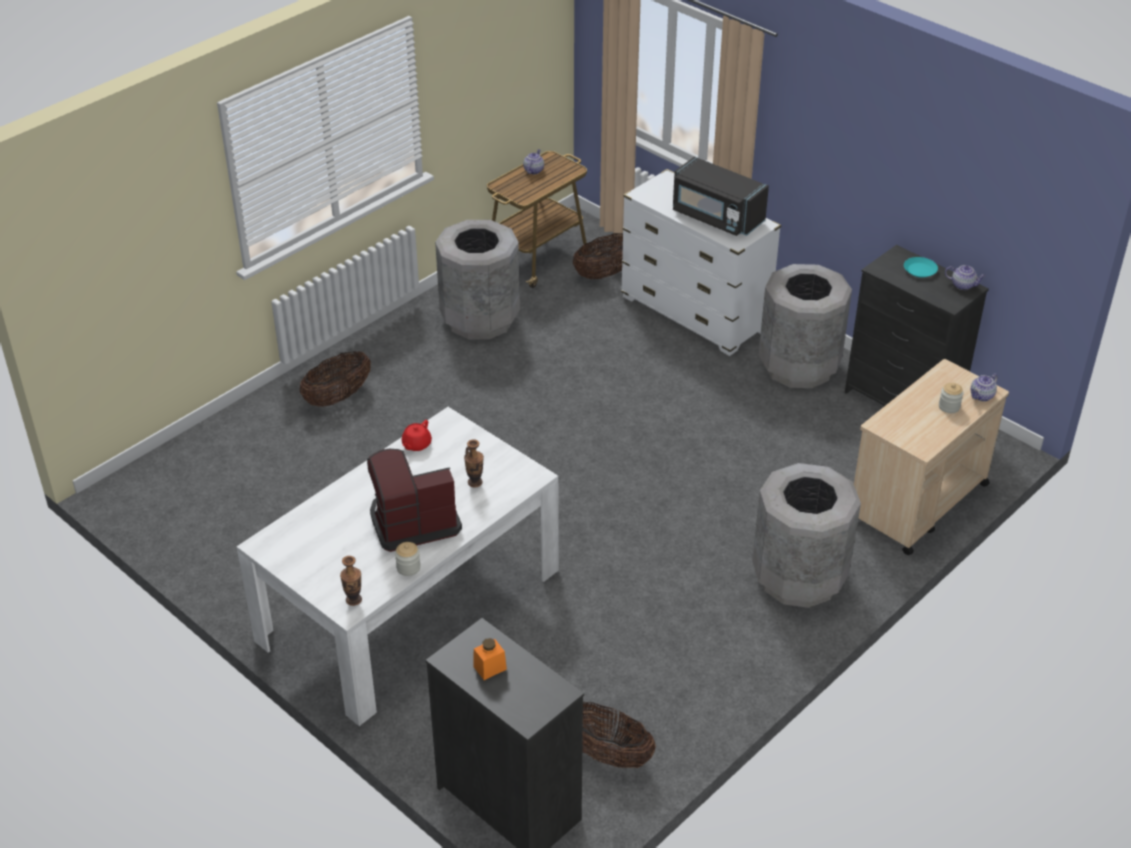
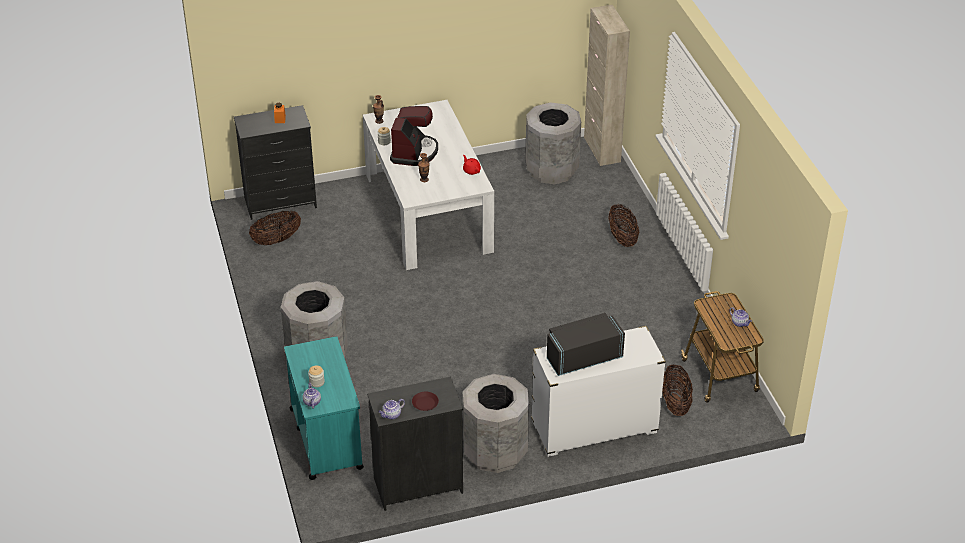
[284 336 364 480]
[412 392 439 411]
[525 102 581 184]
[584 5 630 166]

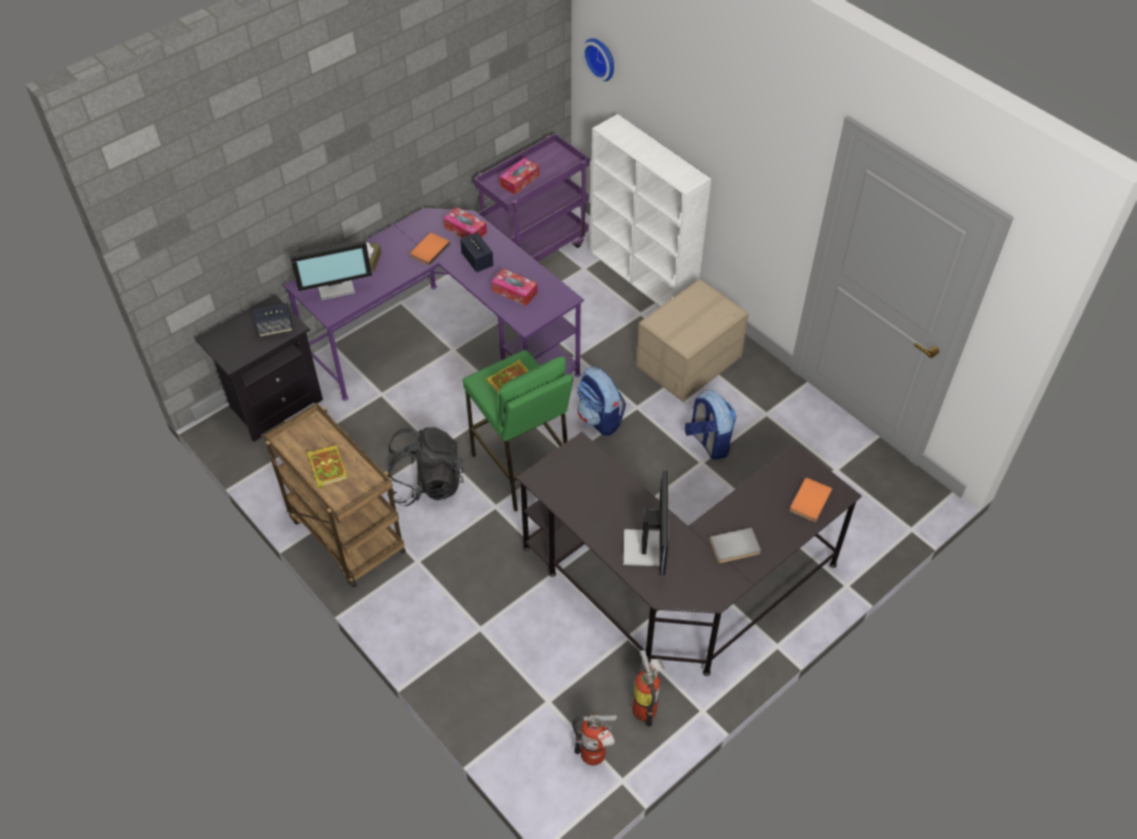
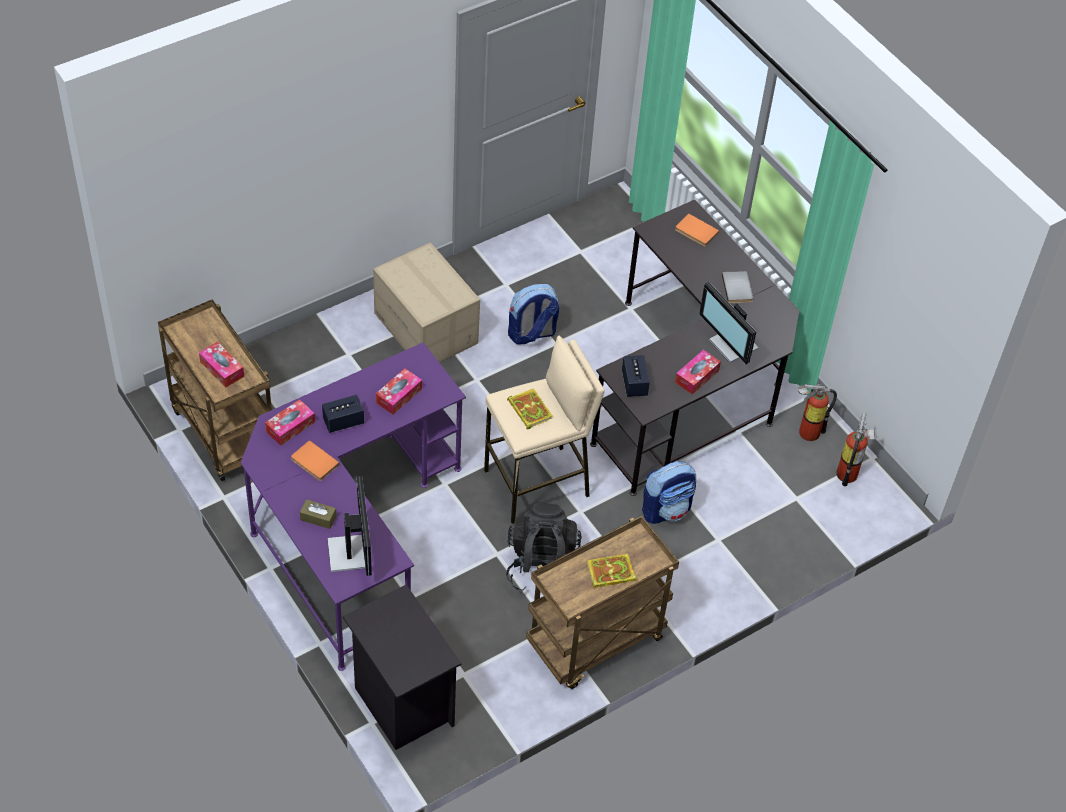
[158 299 272 481]
[484 336 605 524]
[622 355 650 397]
[642 461 696 524]
[675 350 721 394]
[699 282 759 364]
[582 38 614 81] (first image)
[590 114 711 307] (first image)

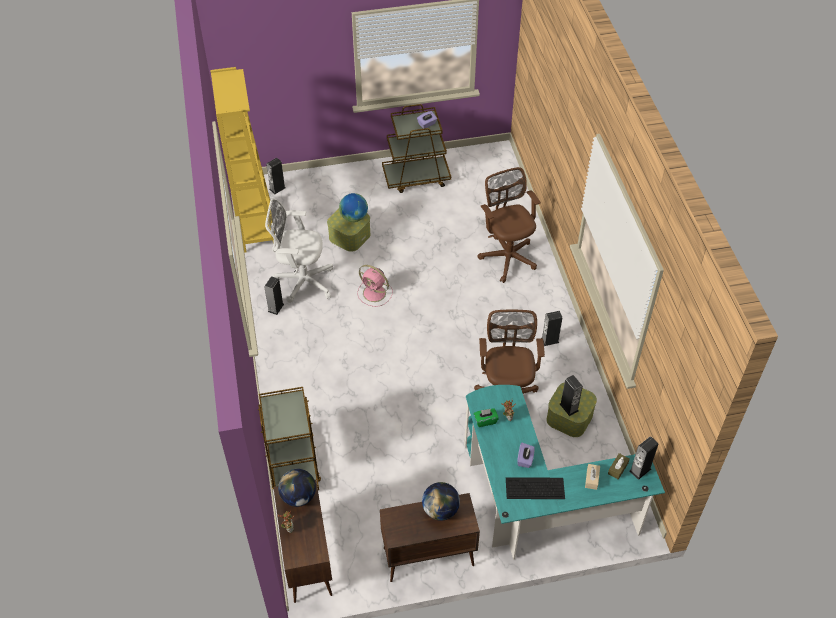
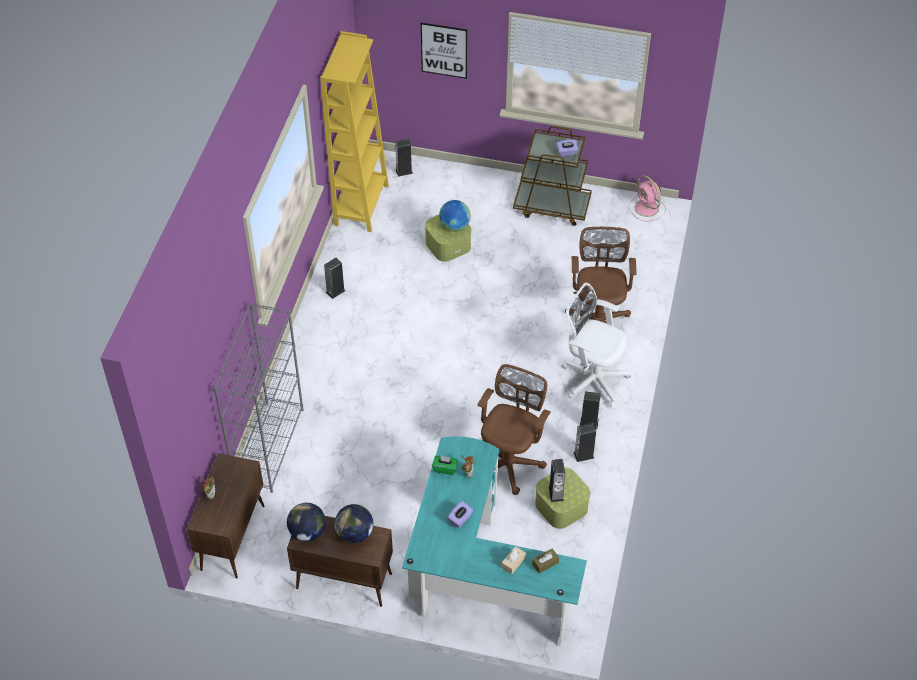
[214 303 304 493]
[287 503 326 542]
[421 23 467 79]
[561 283 633 409]
[574 423 596 462]
[629 175 666 222]
[506 477 565 499] (first image)

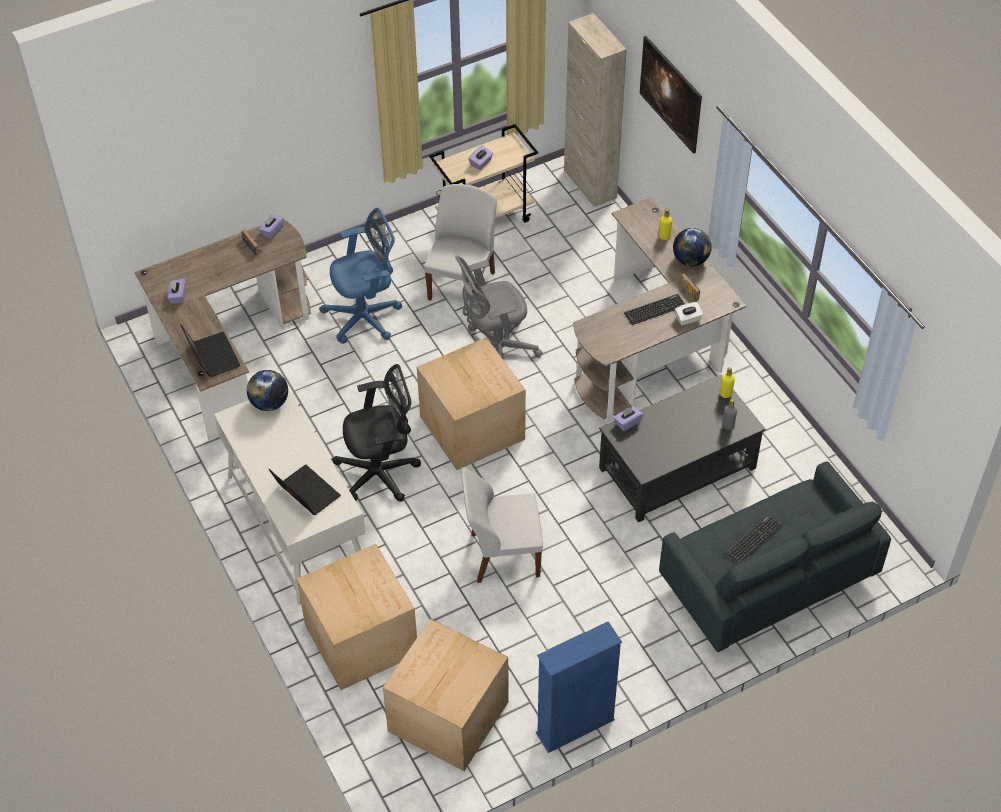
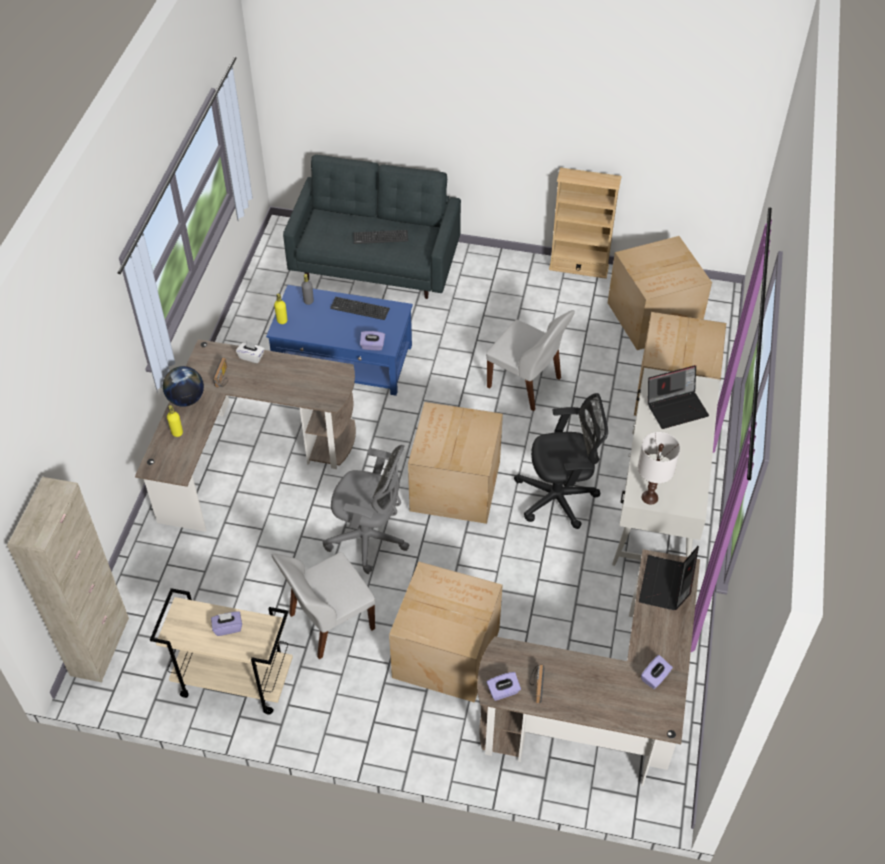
[266 285 413 396]
[330 297 390 320]
[389 561 503 703]
[514 393 608 529]
[549 167 622 279]
[638 432 680 505]
[648 365 709 429]
[640 36 702 154] (first image)

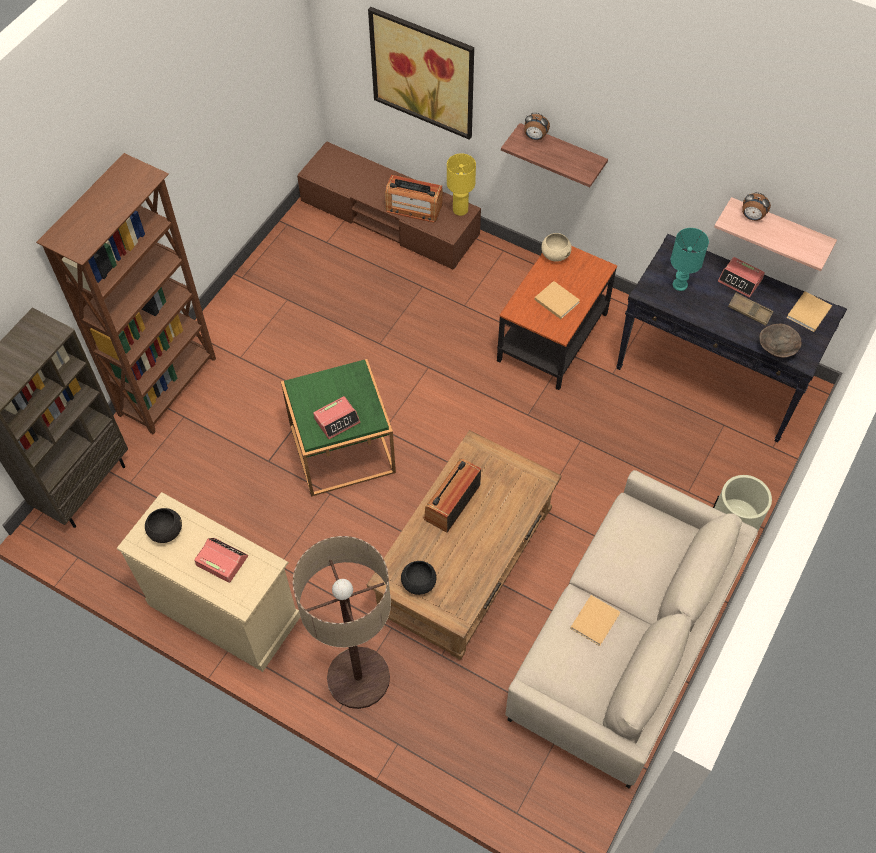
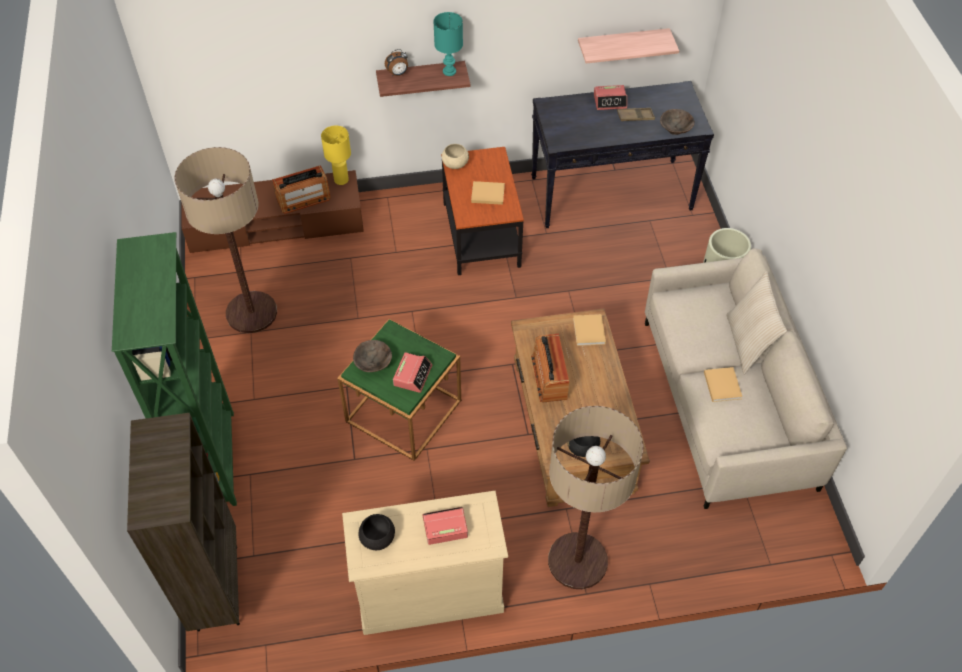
[112 232 237 506]
[175 147 277 333]
[353 340 392 372]
[433 12 463 76]
[573 314 606 346]
[726 271 787 375]
[368 7 474 140] (first image)
[742 192 771 221] (first image)

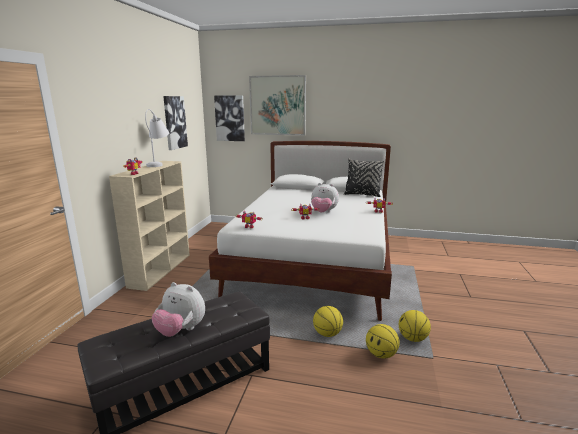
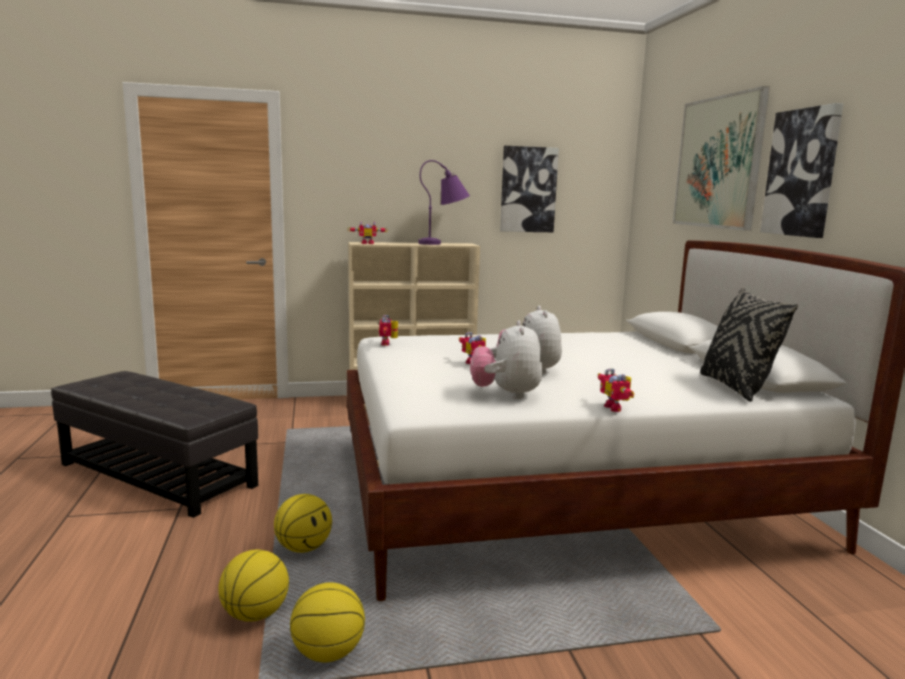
[418 160 470 245]
[470 320 543 399]
[760 103 843 238]

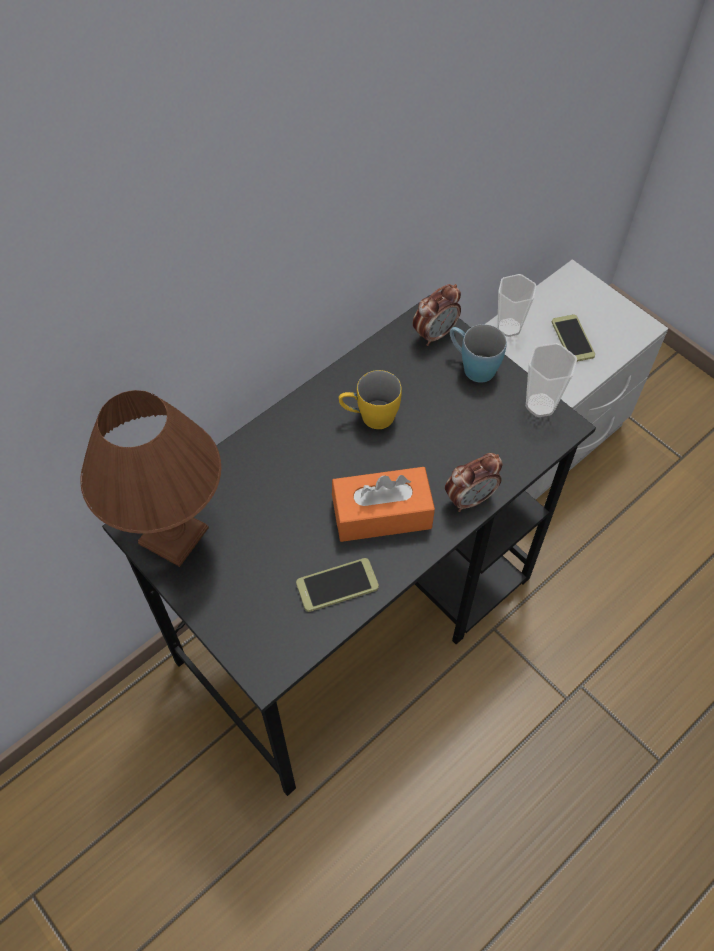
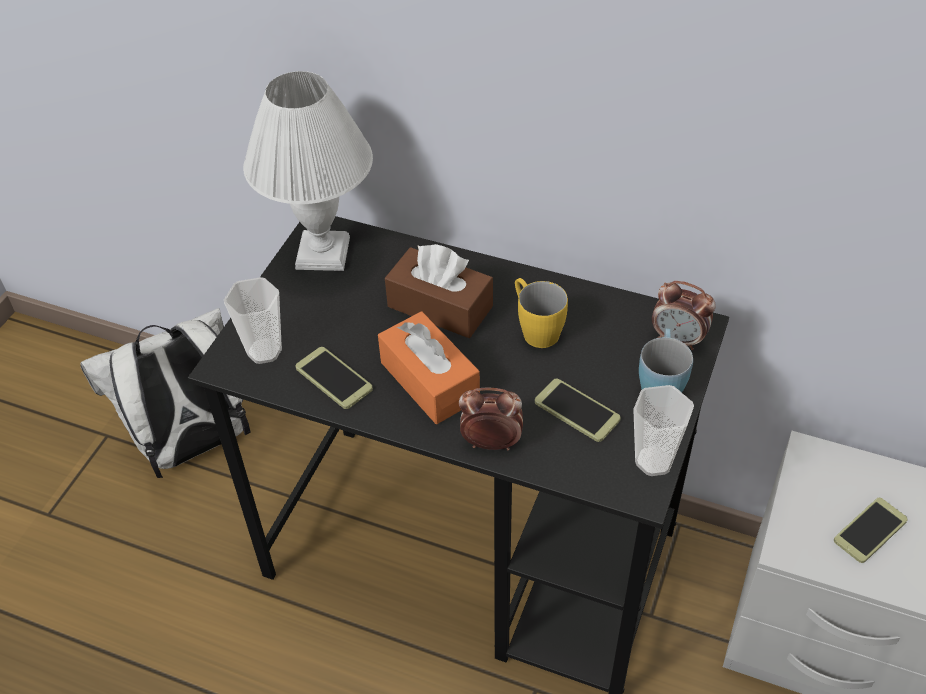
[81 308 251 478]
[224 277 282 364]
[243 71 373 271]
[385 244 493 338]
[459 387 523 450]
[535 379 621 442]

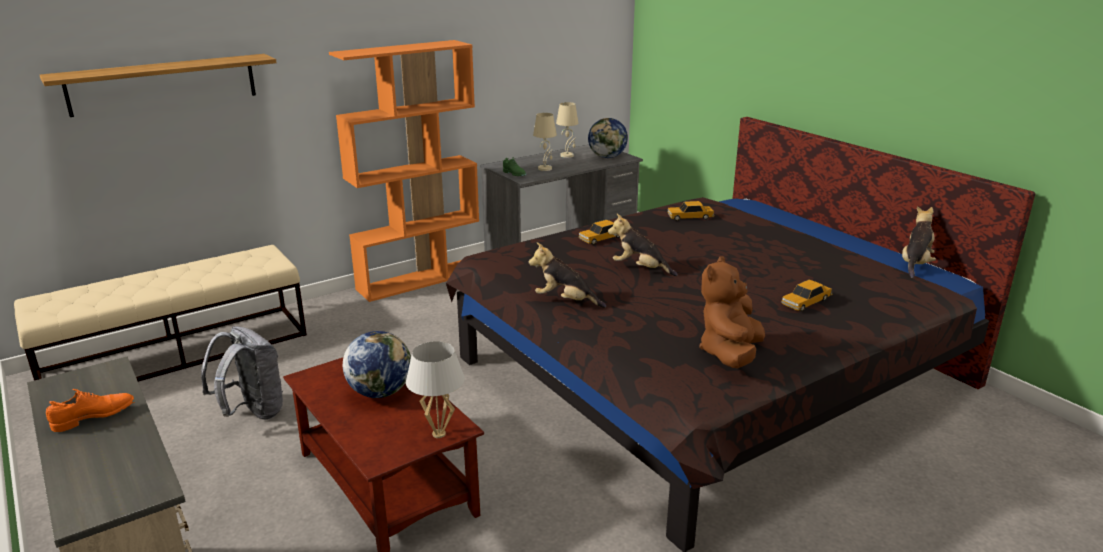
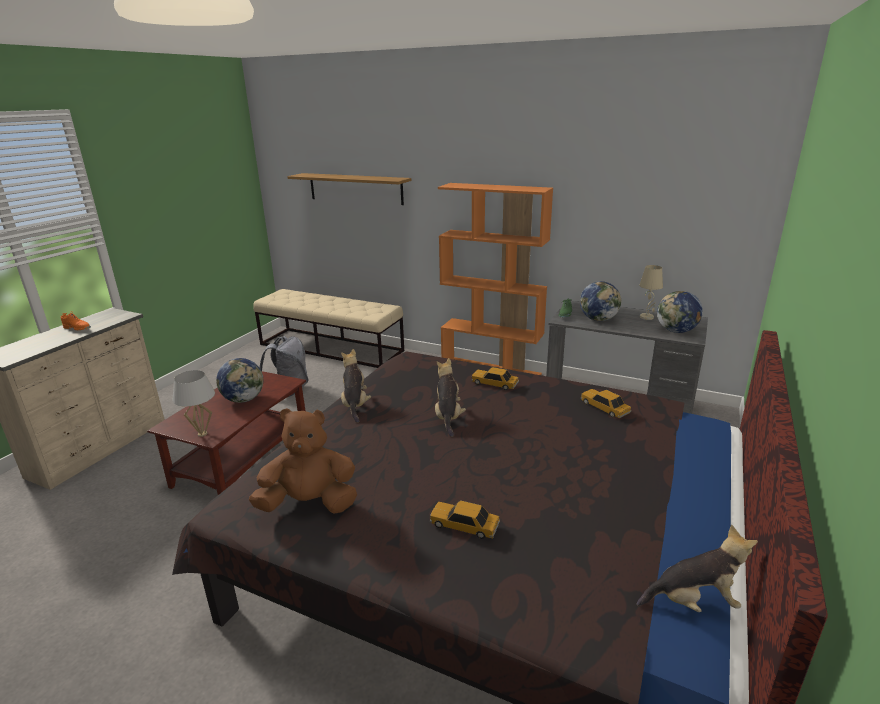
[580 281 622 321]

